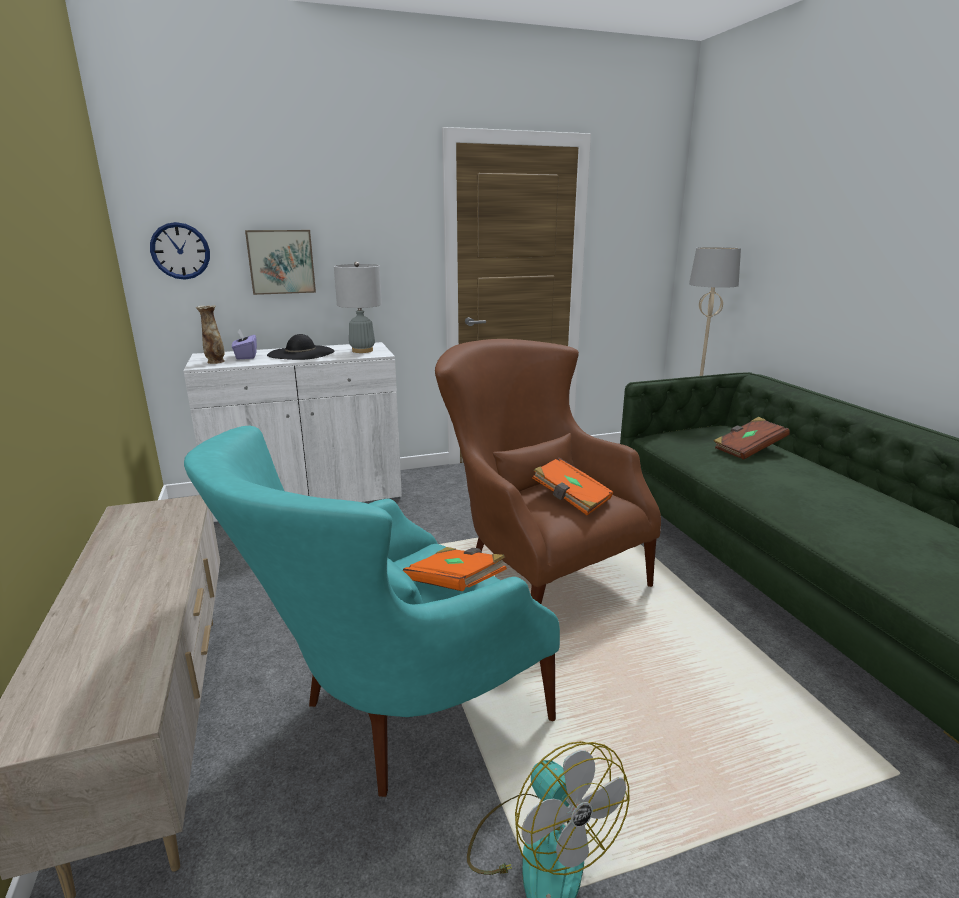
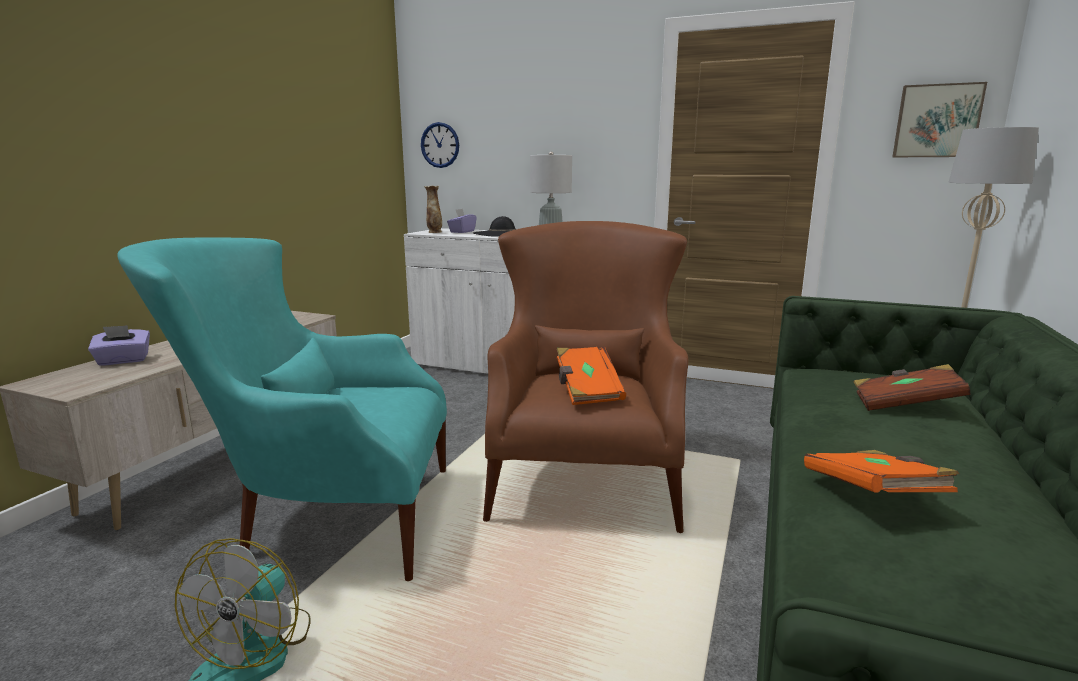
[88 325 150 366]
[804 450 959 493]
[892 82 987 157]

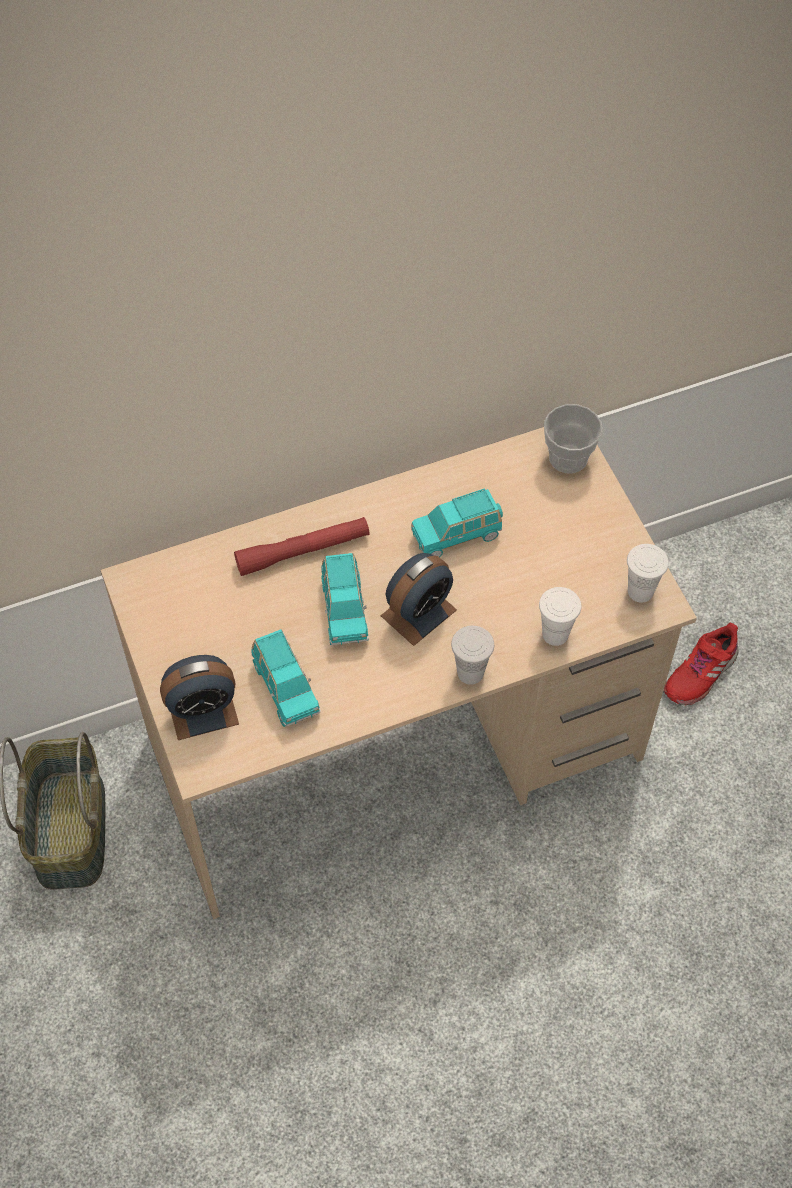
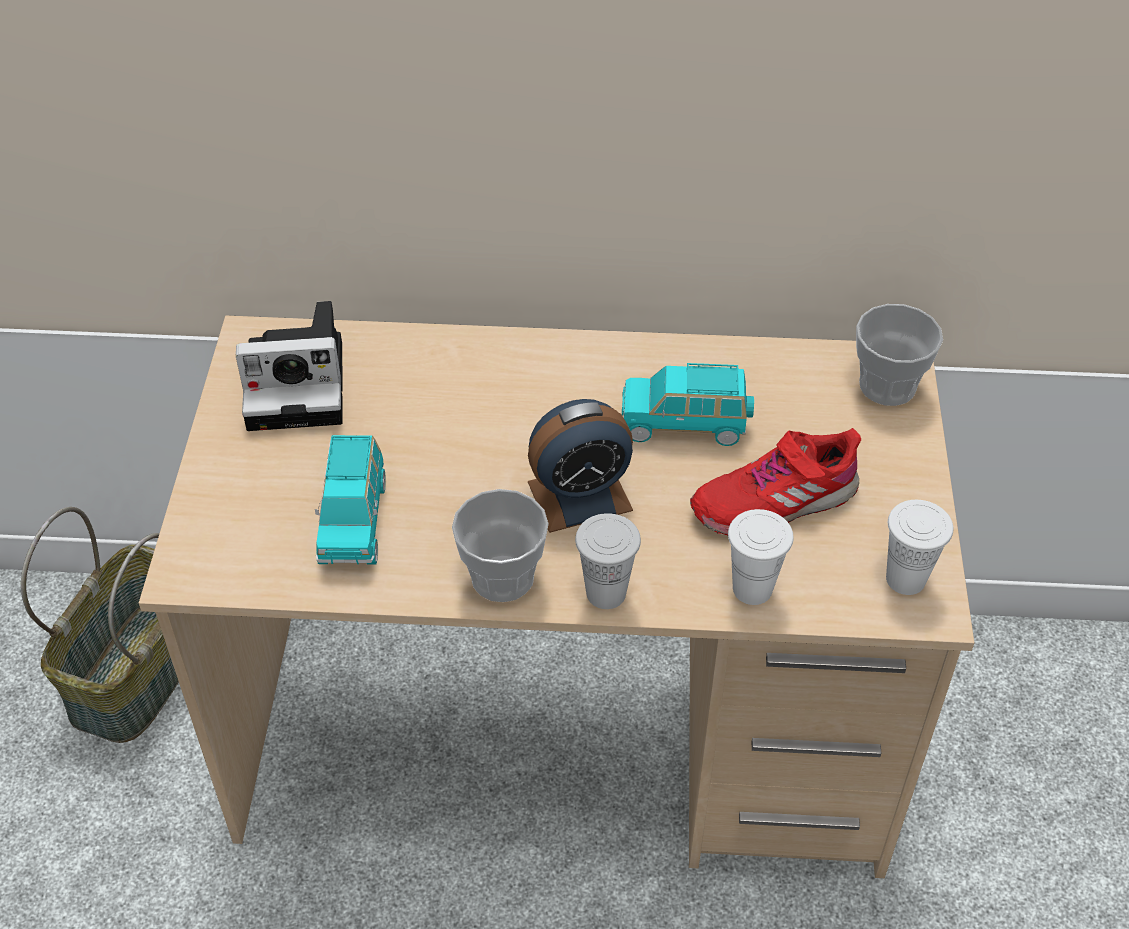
[236 301 343 431]
[452 489 549 602]
[690 428 861 535]
[160 655 239 740] (first image)
[234 517 370 576] (first image)
[321 553 369 645] (first image)

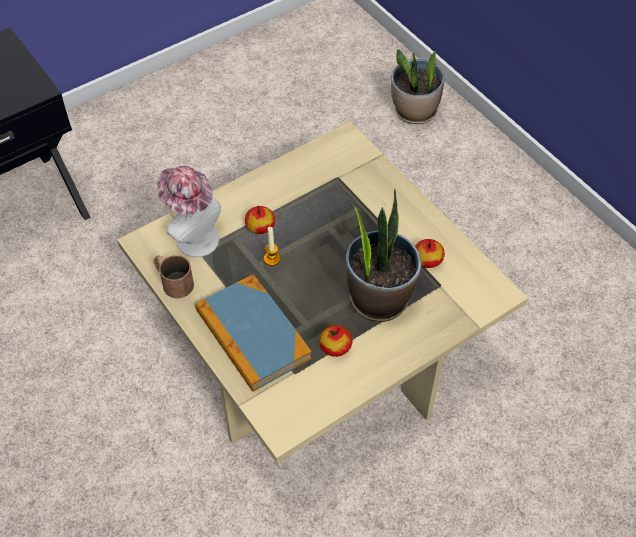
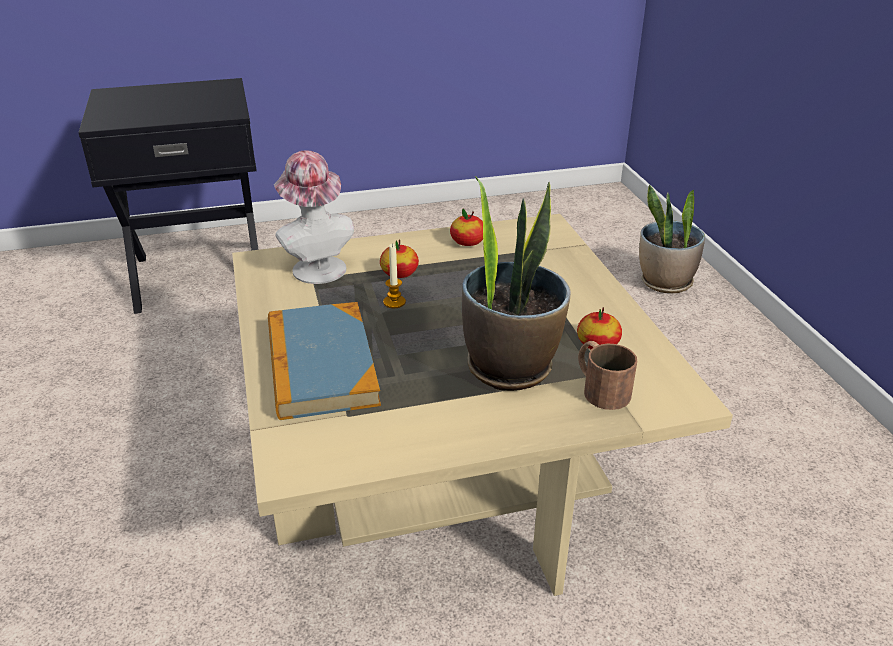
[450 208 483 246]
[578 341 637 410]

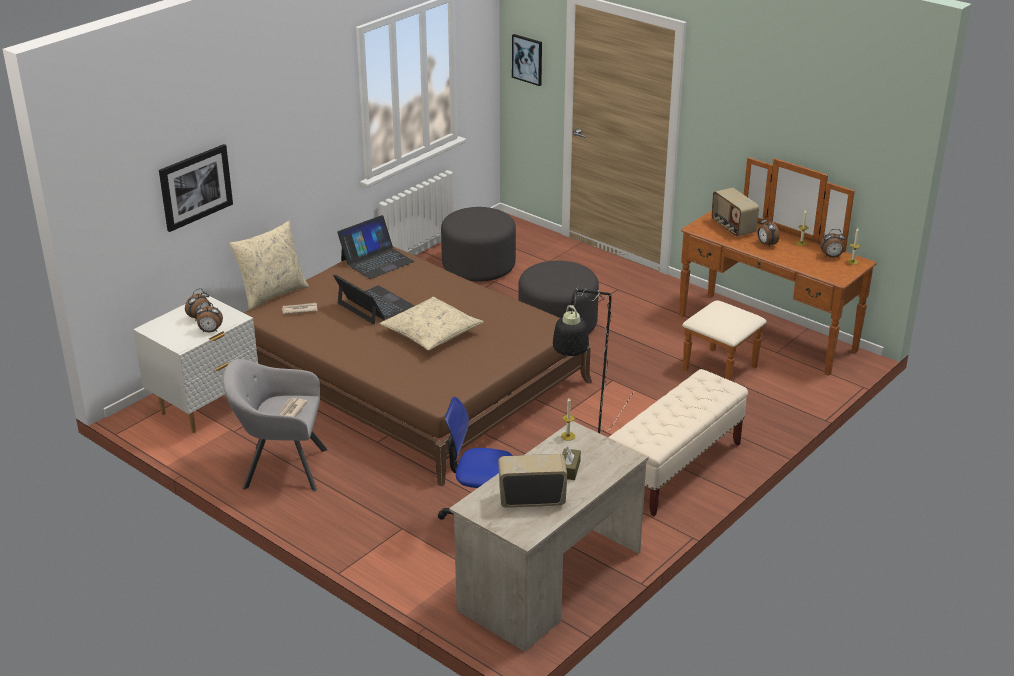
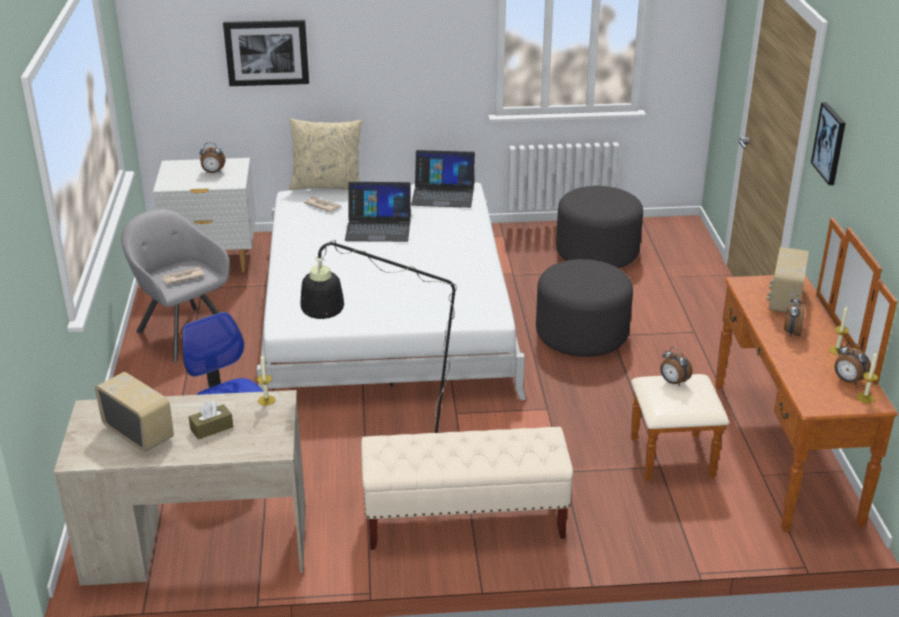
[257 182 526 400]
[345 182 411 242]
[660 347 692 386]
[811 102 846 185]
[380 297 484 350] (first image)

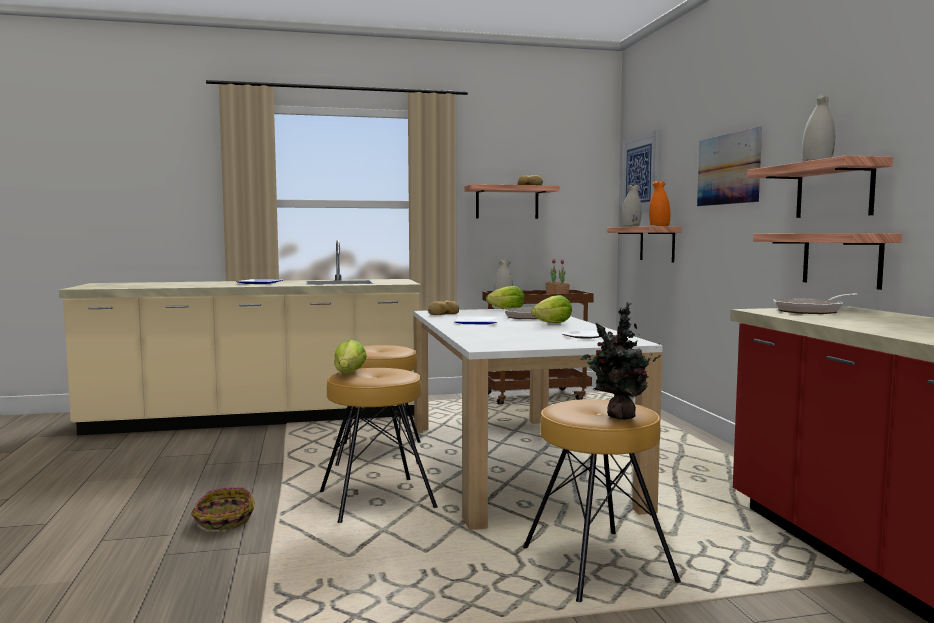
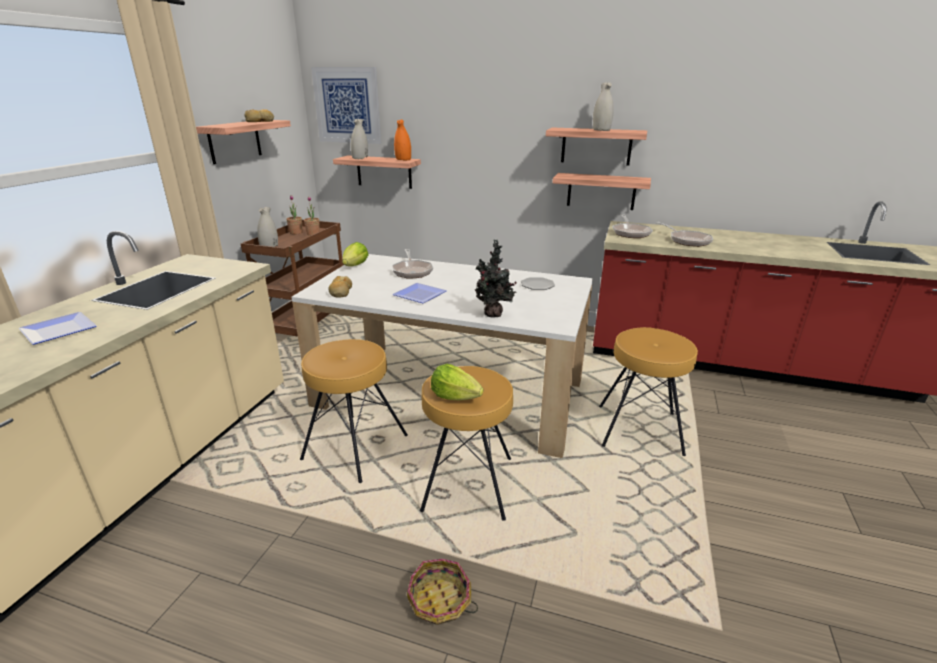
[474 239 517 318]
[656 222 713 247]
[531 295 572 323] (first image)
[697 126 762 206] (first image)

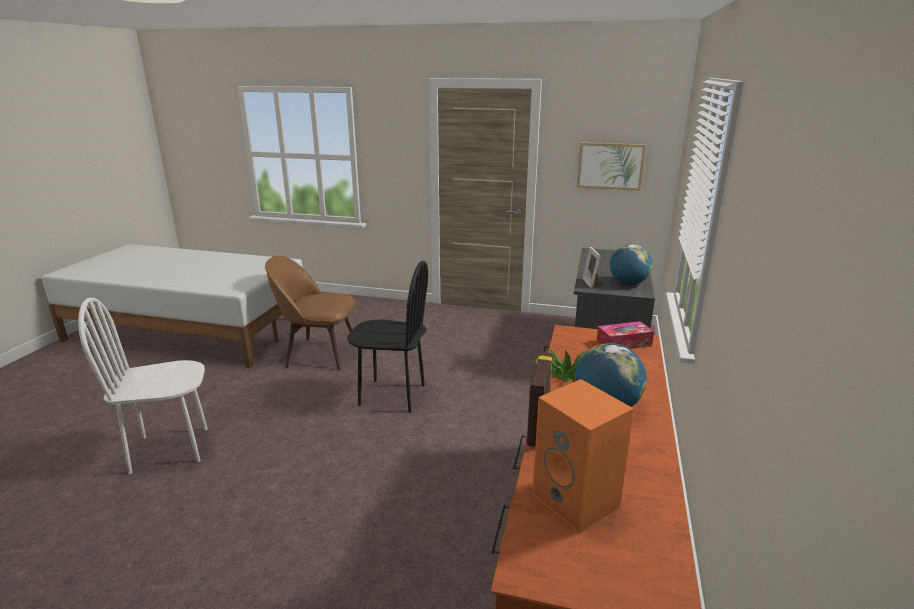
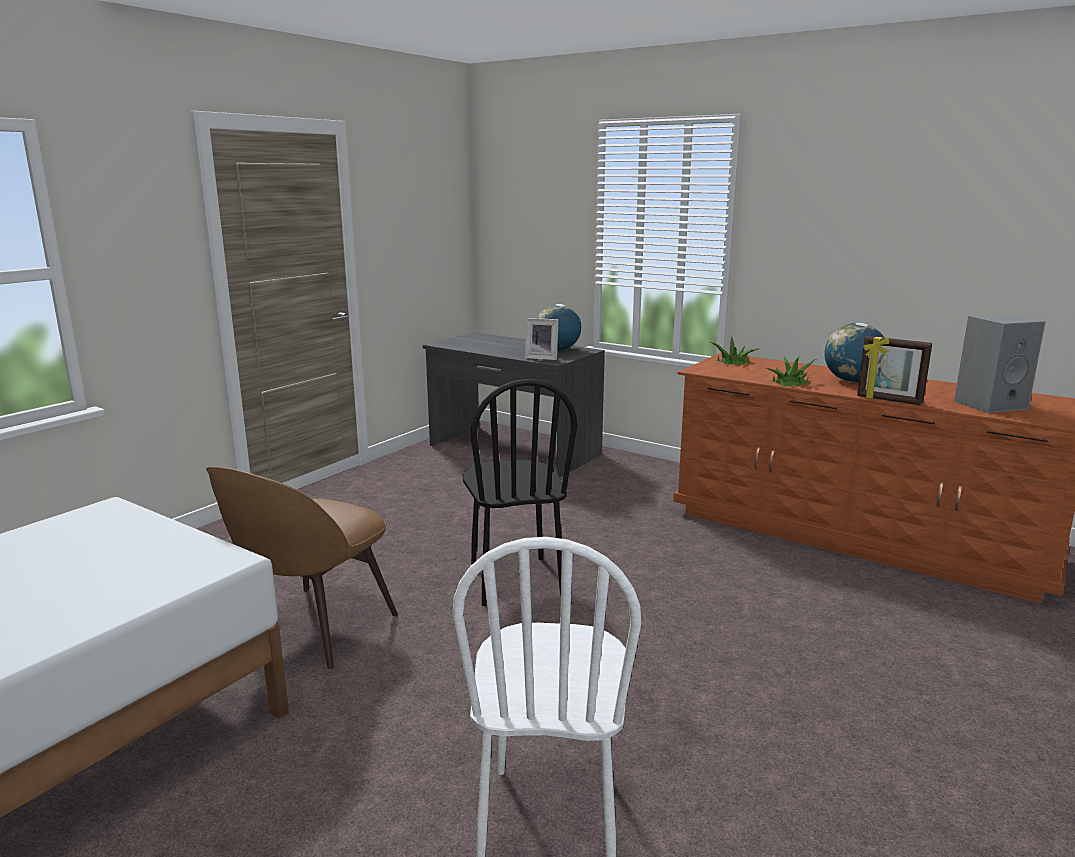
[463 379 577 606]
[711 336 759 365]
[954 314 1046 413]
[577 142 646 191] (first image)

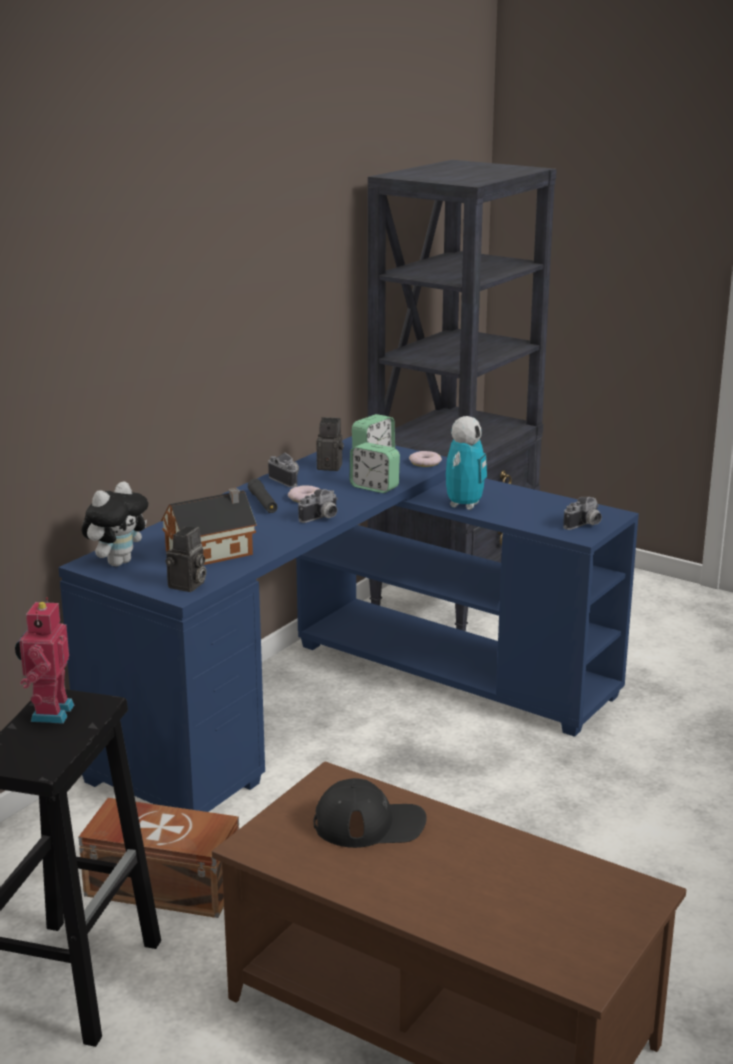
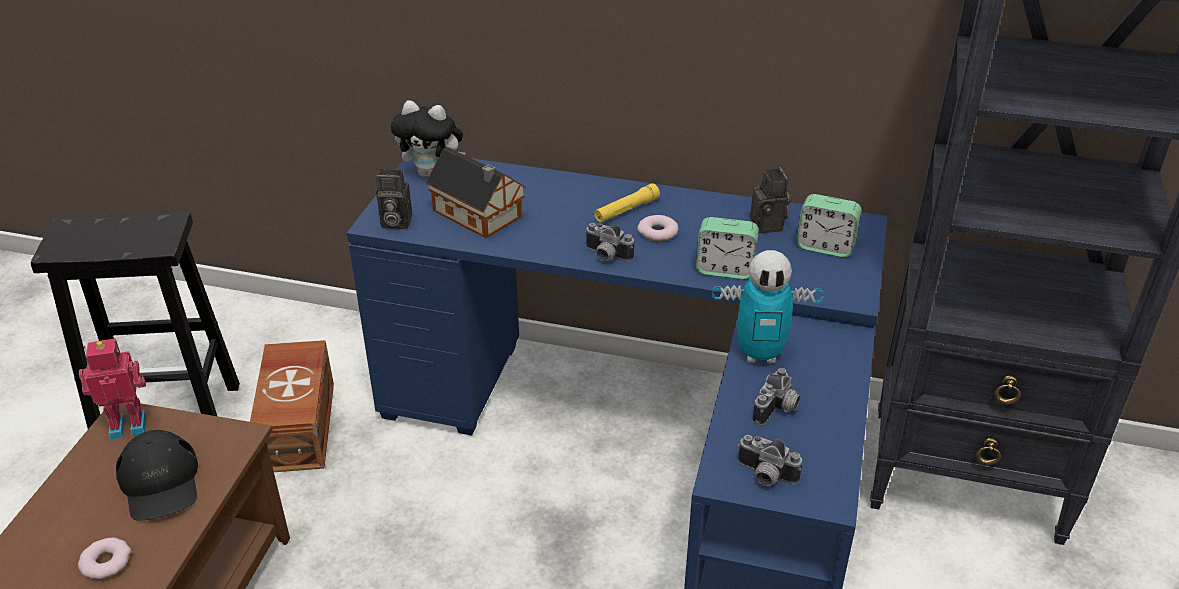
[78 538 131 579]
[79 338 146 440]
[594 183 660 223]
[696 217 759 279]
[753 368 801 426]

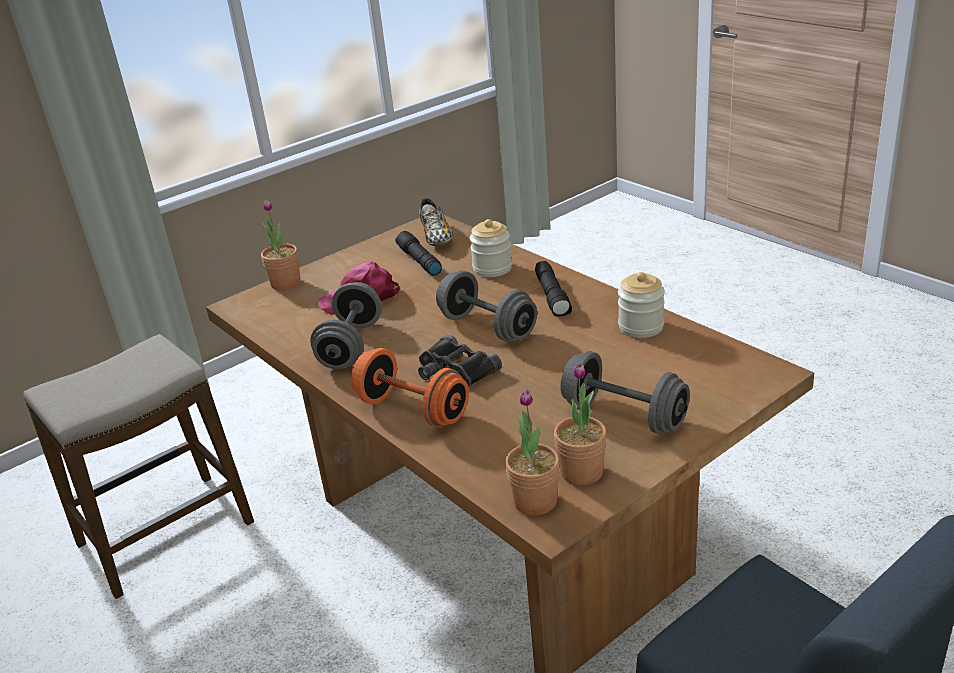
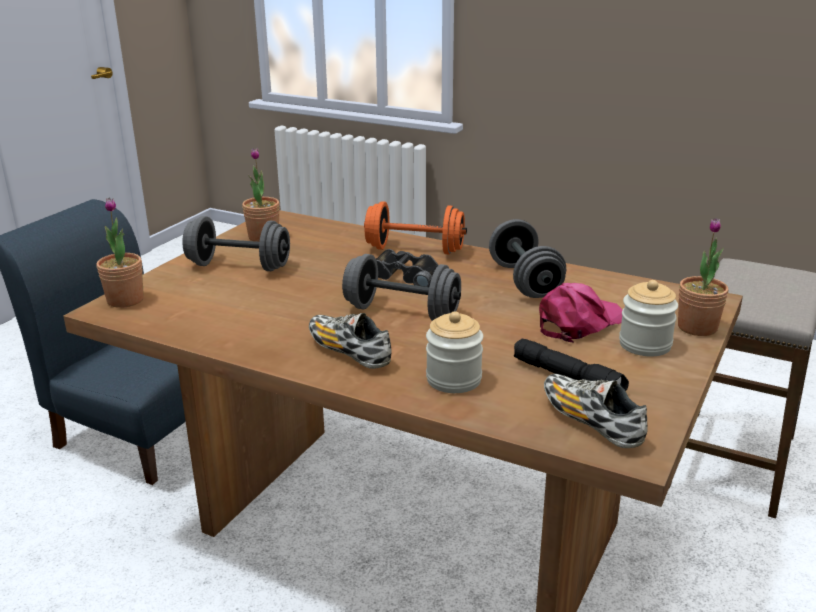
[96 198 144 308]
[309 313 392 369]
[619 280 678 357]

